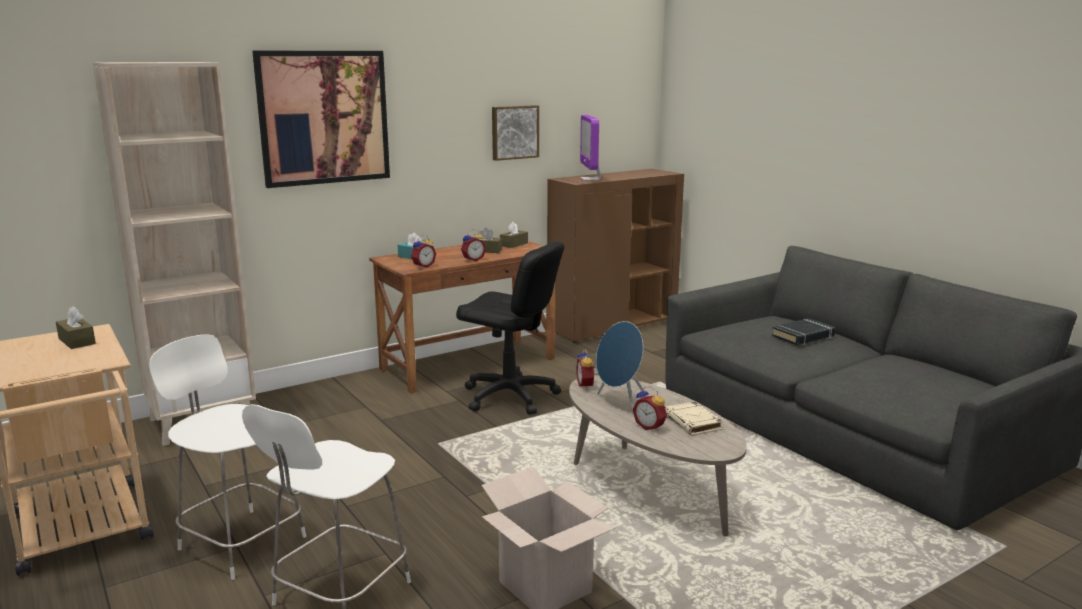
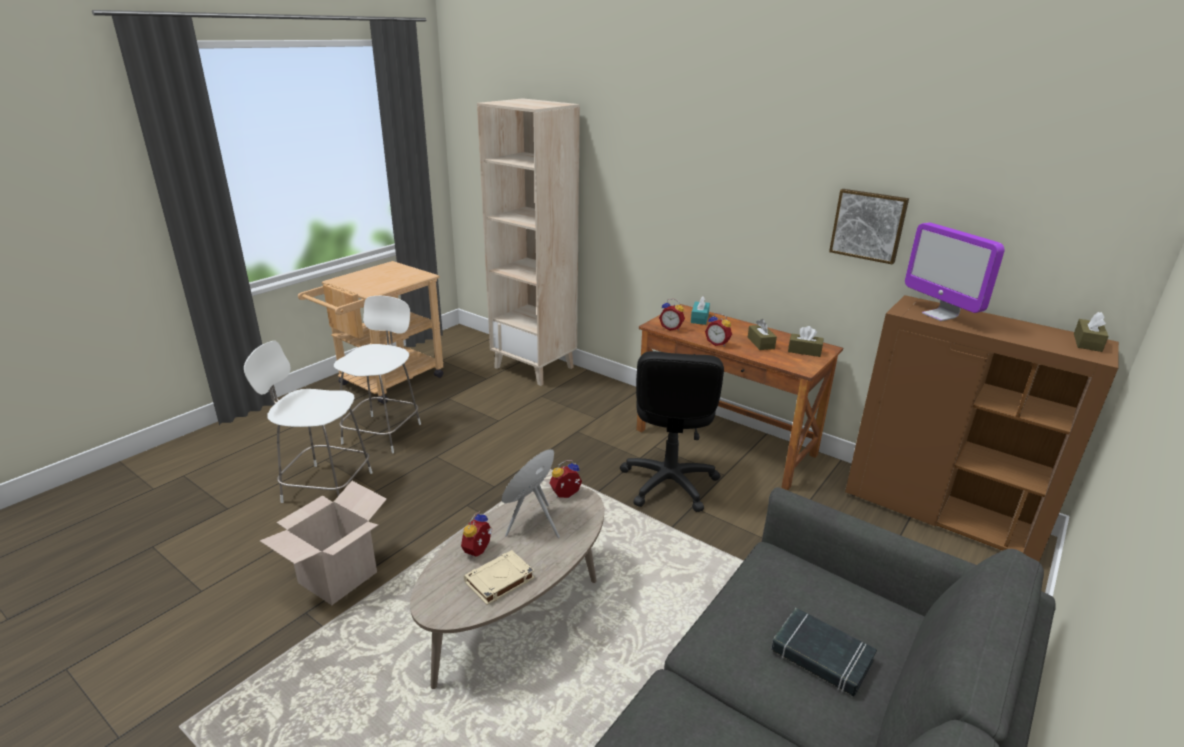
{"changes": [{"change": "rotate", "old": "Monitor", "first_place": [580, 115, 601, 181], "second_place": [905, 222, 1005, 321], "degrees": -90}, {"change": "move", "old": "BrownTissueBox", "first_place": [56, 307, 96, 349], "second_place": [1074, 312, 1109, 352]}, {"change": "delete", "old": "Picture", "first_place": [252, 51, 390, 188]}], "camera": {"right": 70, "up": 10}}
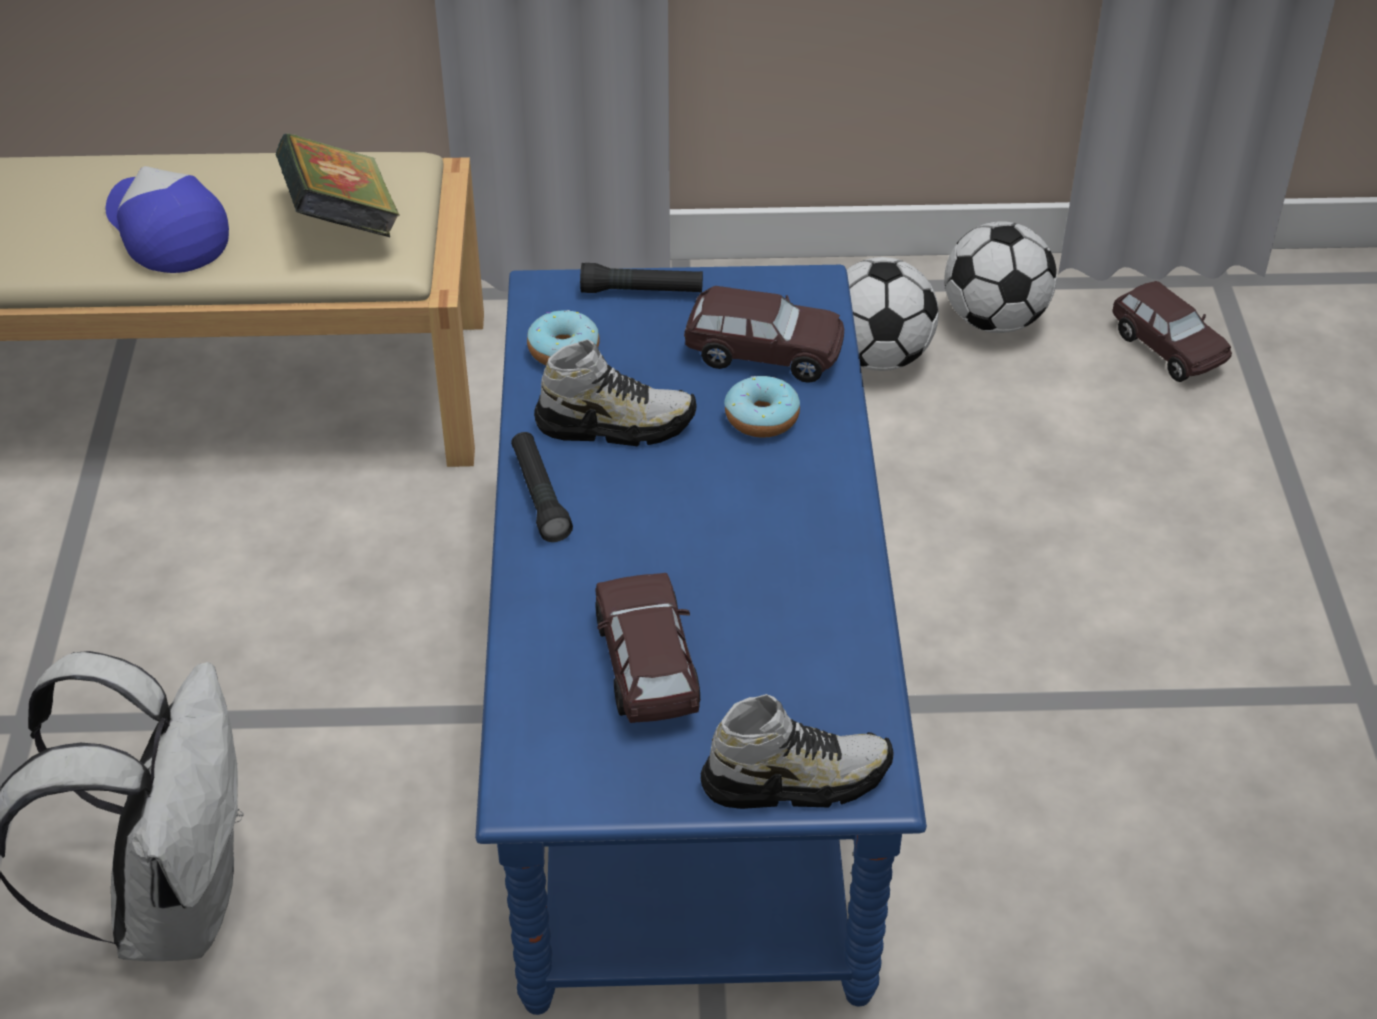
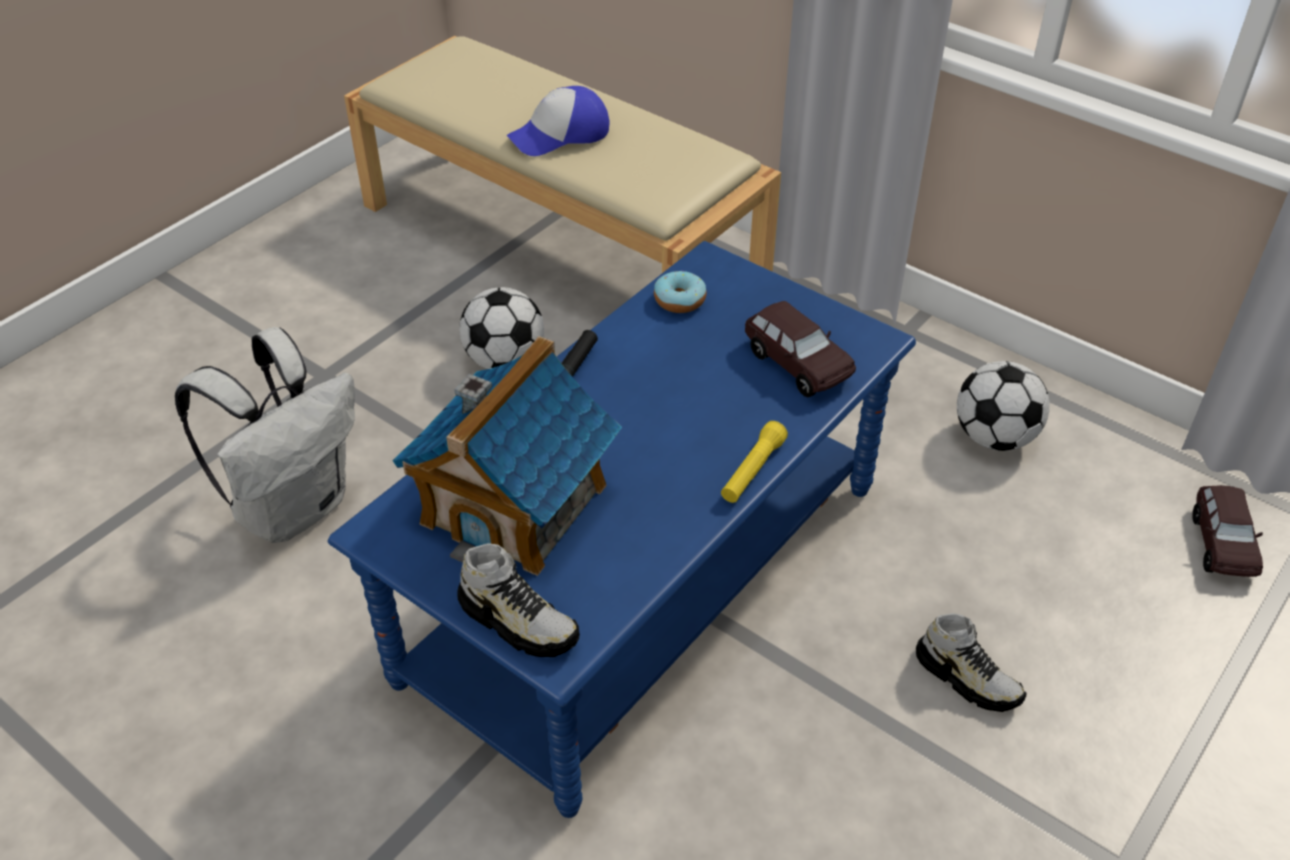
{"changes": [{"change": "replace", "old": "BrownToyCar", "new": "ToyHouse", "first_place": [595, 573, 700, 723], "second_place": [392, 336, 622, 576]}, {"change": "move", "old": "Football", "first_place": [945, 221, 1057, 333], "second_place": [459, 287, 544, 369]}, {"change": "rotate", "old": "Cap", "first_place": [106, 166, 229, 273], "second_place": [507, 86, 610, 156], "degrees": -120}, {"change": "insert", "new": "YellowFlashlight", "second_place": [721, 421, 788, 503]}, {"change": "move", "old": "Shoe", "first_place": [534, 339, 697, 446], "second_place": [916, 613, 1027, 712]}, {"change": "delete", "old": "Book", "first_place": [275, 133, 400, 237]}, {"change": "delete", "old": "BlackFlashlight", "first_place": [580, 263, 703, 293]}, {"change": "delete", "old": "Donut", "first_place": [724, 376, 800, 438]}], "camera": {"right": 40, "up": 0}}
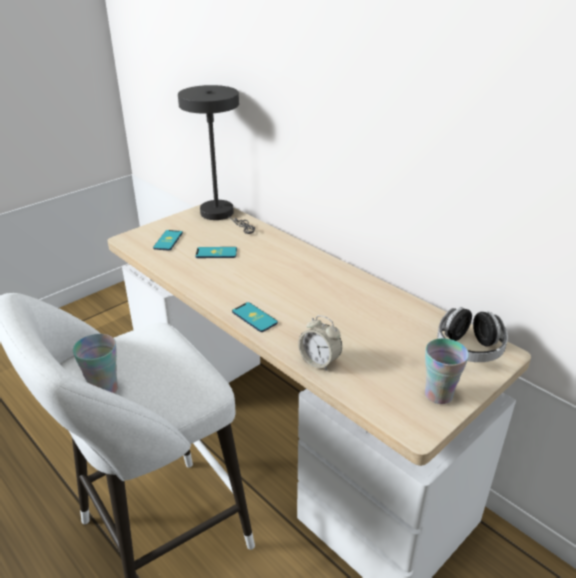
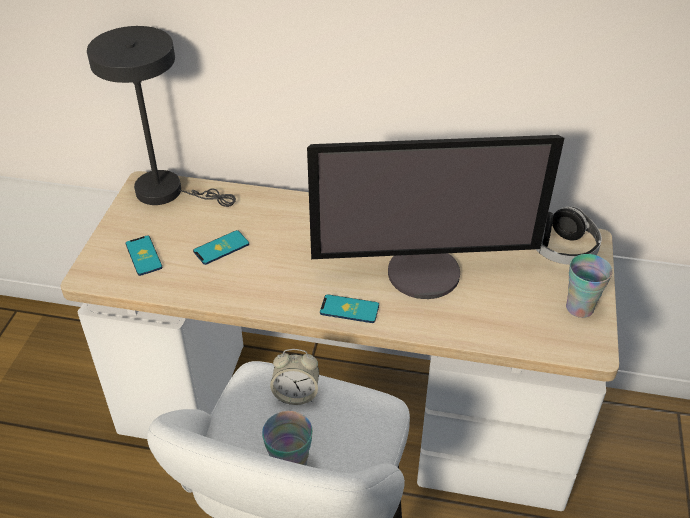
{"changes": [{"change": "move", "old": "AlarmClock", "first_place": [298, 315, 342, 371], "second_place": [270, 349, 319, 405]}, {"change": "insert", "new": "Monitor", "second_place": [307, 135, 564, 299]}], "camera": {"right": -35, "up": 10}}
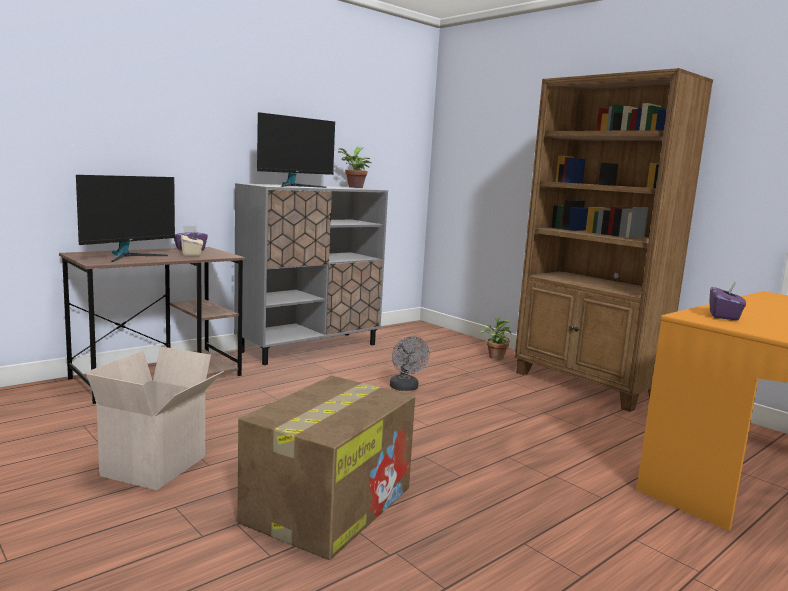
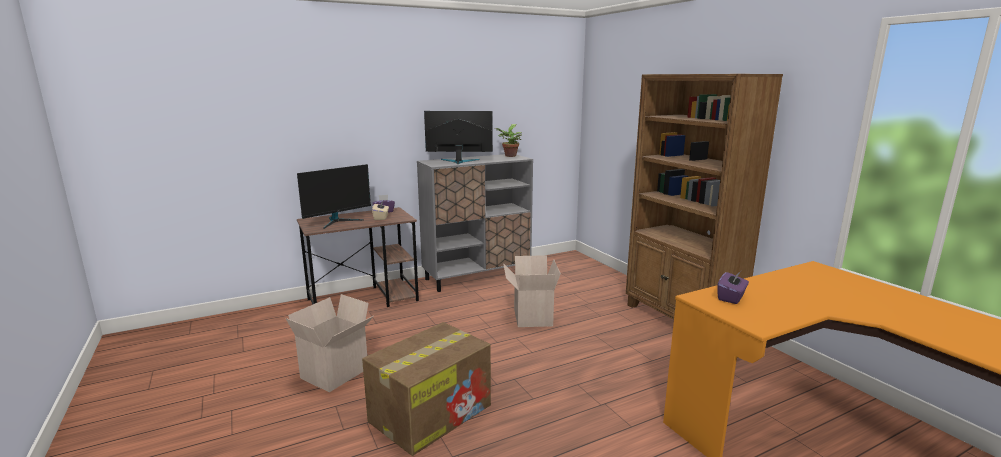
{"changes": [{"change": "rotate", "old": "Monitor", "first_place": [257, 112, 335, 188], "second_place": [424, 111, 493, 164], "degrees": -150}, {"change": "replace", "old": "GreyFan", "new": "CardboardBox", "first_place": [390, 336, 430, 391], "second_place": [503, 255, 561, 327]}, {"change": "delete", "old": "PottedPlant", "first_place": [480, 317, 511, 360]}], "camera": {"right": 15, "up": 5}}
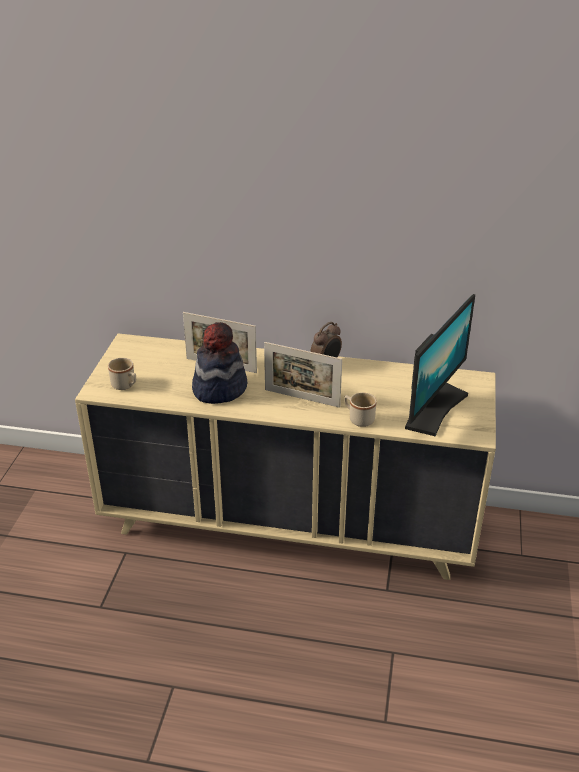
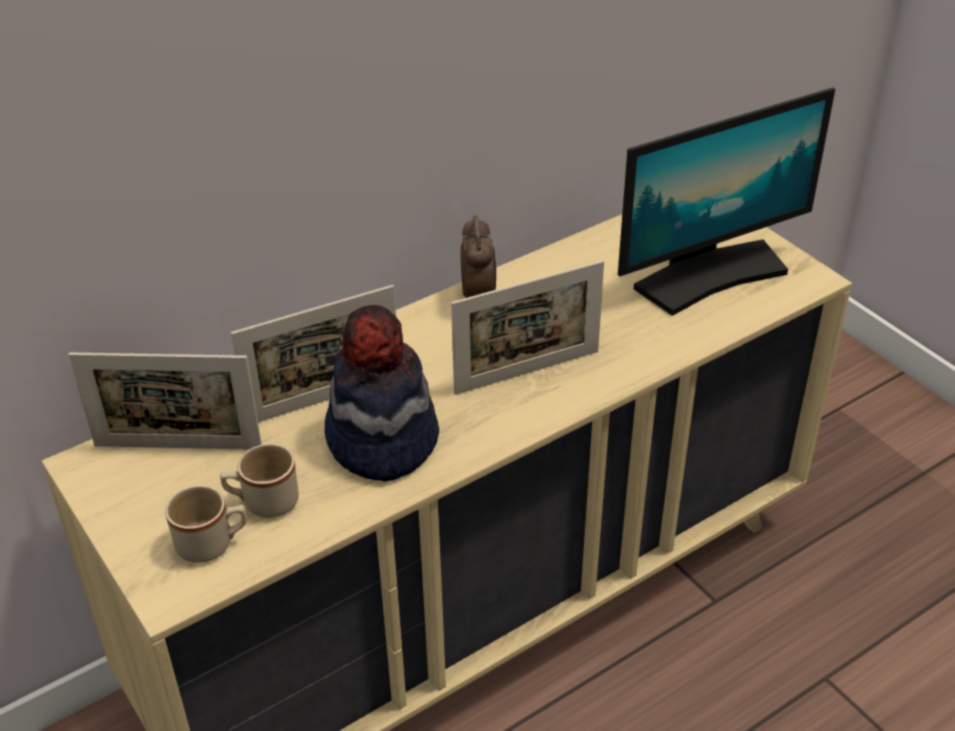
{"changes": [{"change": "insert", "new": "PictureFrame", "second_place": [68, 352, 262, 450]}, {"change": "move", "old": "BeigeMug", "first_place": [344, 392, 377, 427], "second_place": [220, 444, 299, 518]}, {"change": "rotate", "old": "Monitor", "first_place": [405, 294, 475, 436], "second_place": [618, 88, 835, 316], "degrees": 75}], "camera": {"right": -45, "up": 5}}
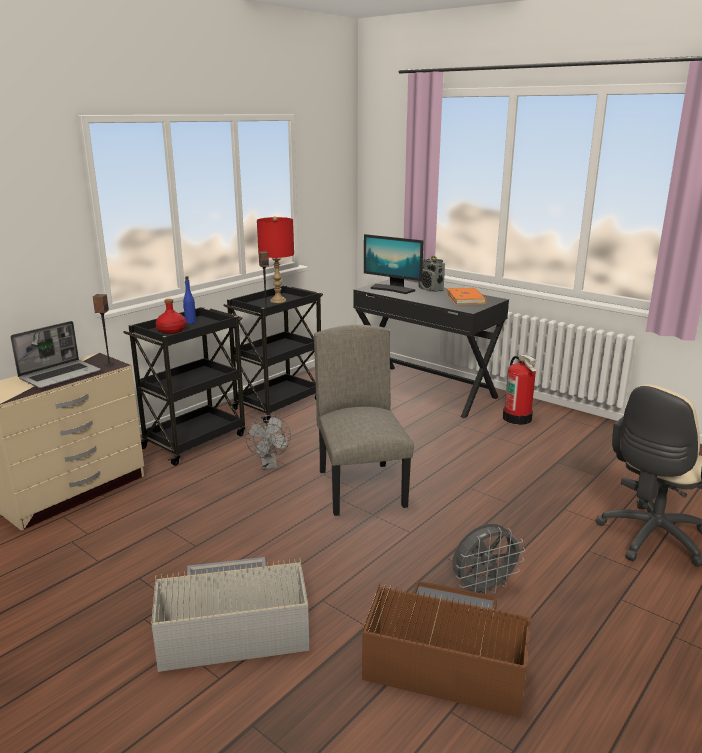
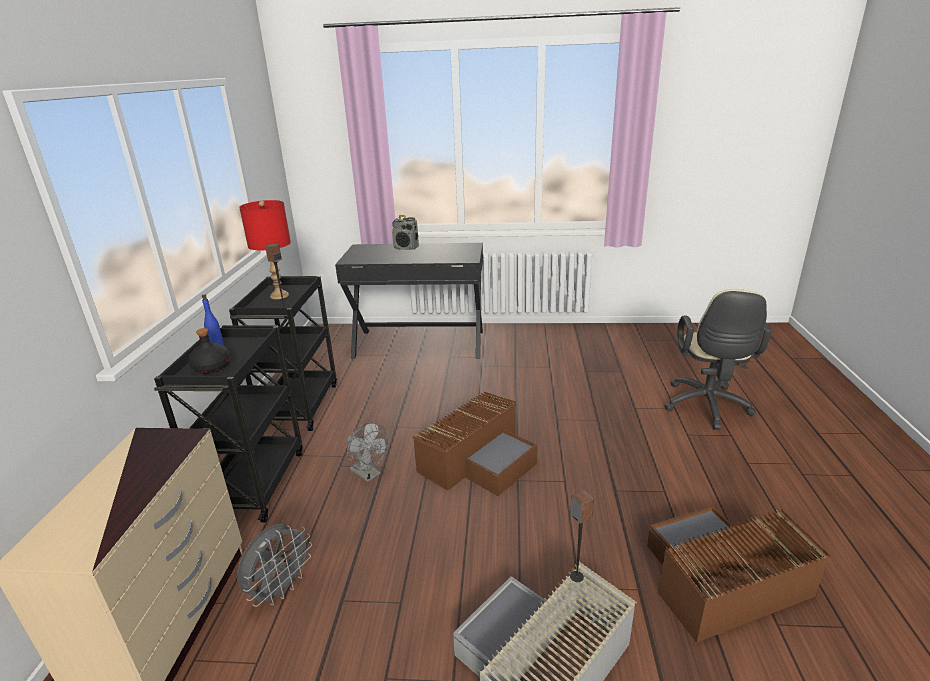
{"changes": [{"change": "recolor", "old": "RedBottle", "new": "BlackBottle", "first_place": [155, 299, 187, 334], "second_place": [188, 328, 231, 373]}, {"change": "move", "old": "GreyFan", "first_place": [453, 524, 525, 594], "second_place": [237, 523, 312, 607]}, {"change": "replace", "old": "BeigeChair", "new": "BrownStorageBox", "first_place": [314, 325, 414, 516], "second_place": [413, 391, 537, 496]}, {"change": "move", "old": "Speaker", "first_place": [93, 294, 114, 366], "second_place": [570, 490, 594, 582]}, {"change": "delete", "old": "Laptop", "first_place": [10, 321, 101, 388]}, {"change": "delete", "old": "Monitor", "first_place": [364, 234, 424, 294]}, {"change": "delete", "old": "OrangeBook", "first_place": [447, 288, 487, 305]}, {"change": "delete", "old": "FireExtinguisher", "first_place": [503, 355, 537, 425]}], "camera": {"right": -35, "up": 5}}
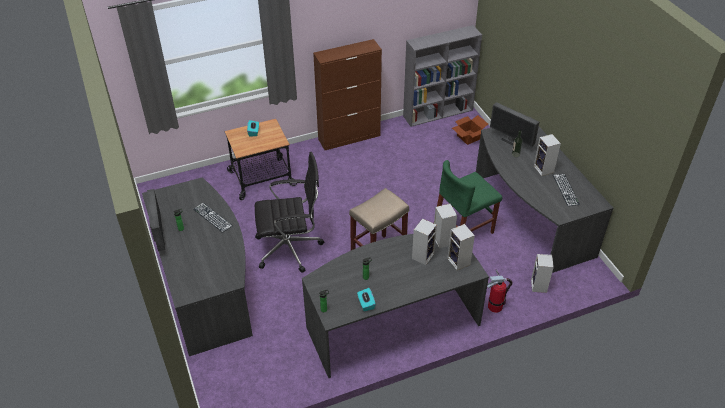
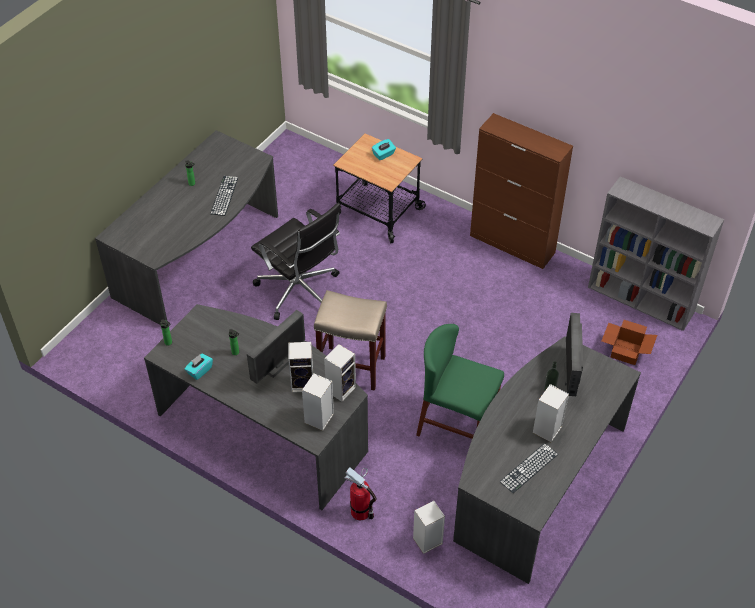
{"changes": [{"change": "move", "old": "Monitor", "first_place": [147, 189, 165, 251], "second_place": [247, 310, 305, 384]}], "camera": {"right": 55, "up": 5}}
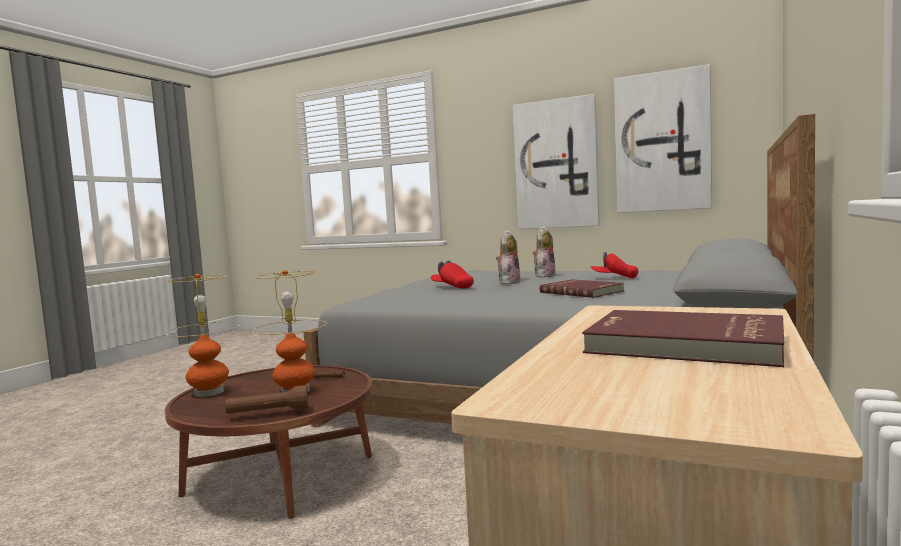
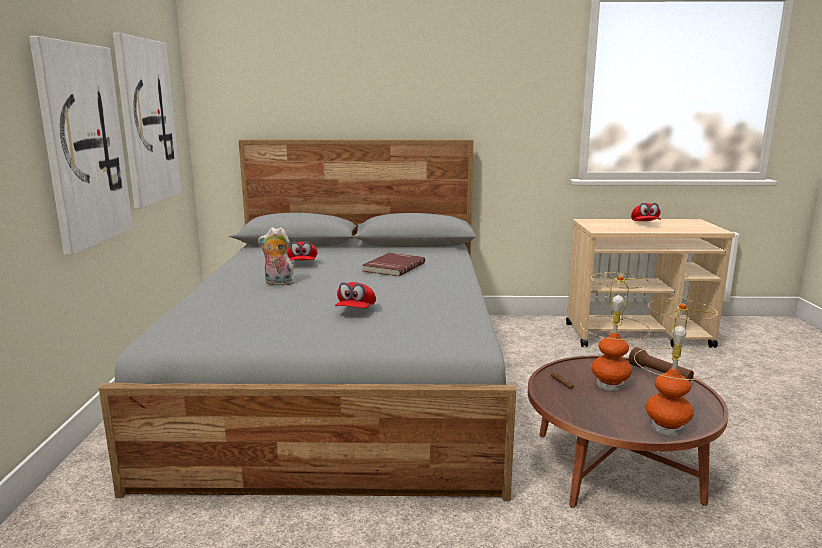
{"changes": [{"change": "replace", "old": "RedBook", "new": "RedCap", "first_place": [582, 310, 784, 367], "second_place": [631, 203, 661, 221]}, {"change": "delete", "old": "PlushToy", "first_place": [496, 230, 520, 284]}], "camera": {"right": -115, "up": 10}}
